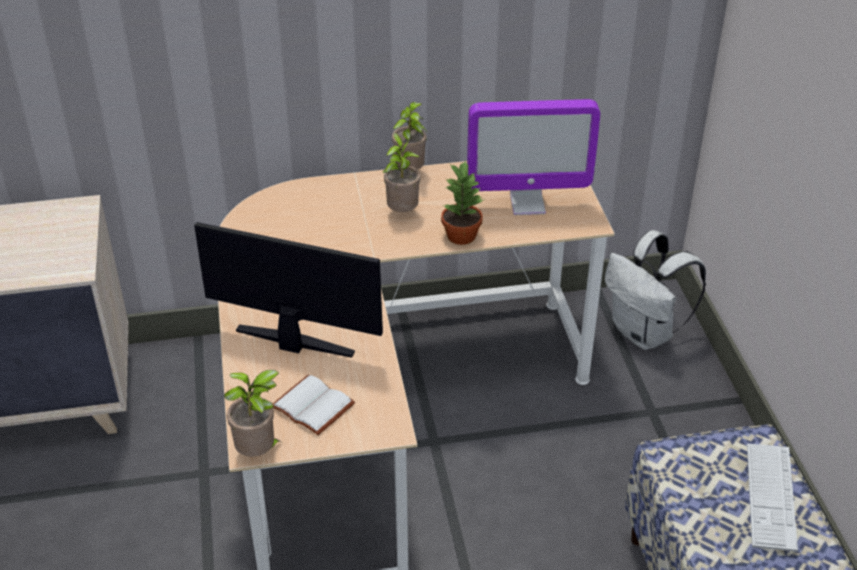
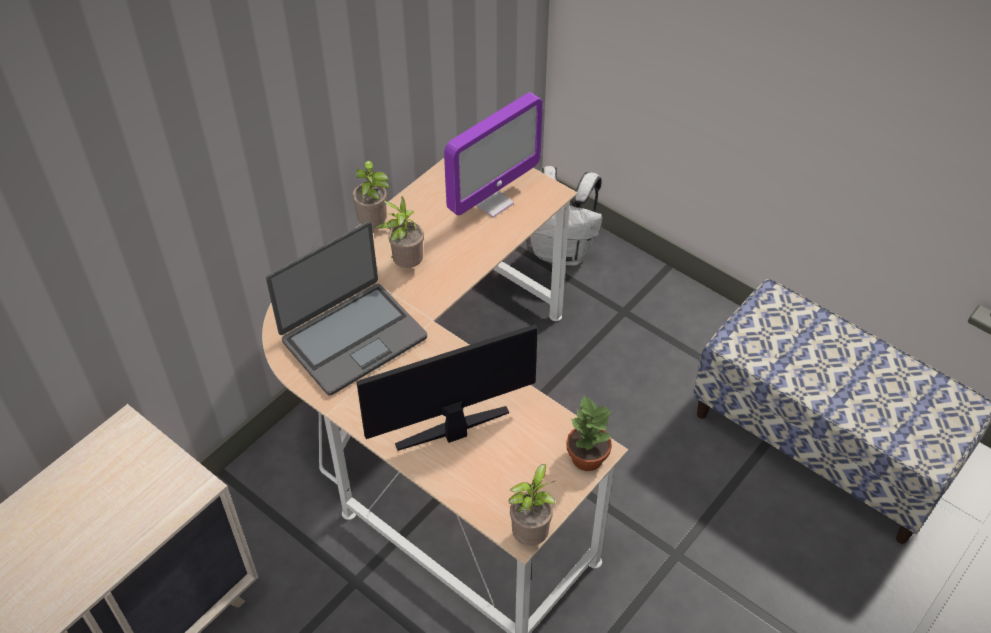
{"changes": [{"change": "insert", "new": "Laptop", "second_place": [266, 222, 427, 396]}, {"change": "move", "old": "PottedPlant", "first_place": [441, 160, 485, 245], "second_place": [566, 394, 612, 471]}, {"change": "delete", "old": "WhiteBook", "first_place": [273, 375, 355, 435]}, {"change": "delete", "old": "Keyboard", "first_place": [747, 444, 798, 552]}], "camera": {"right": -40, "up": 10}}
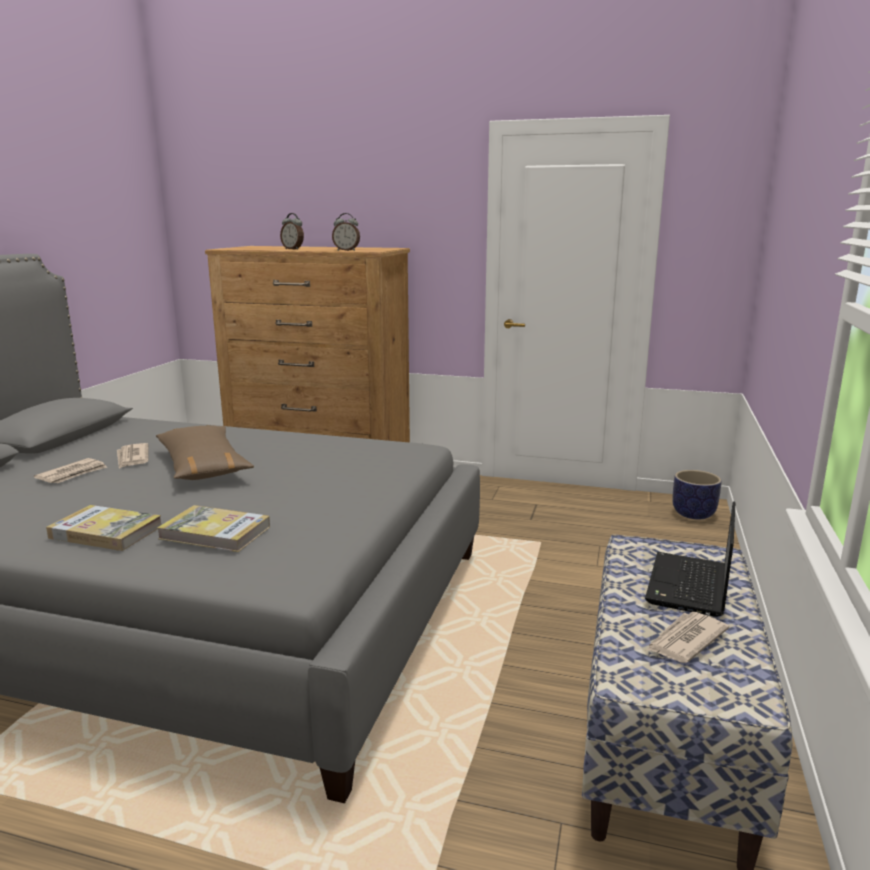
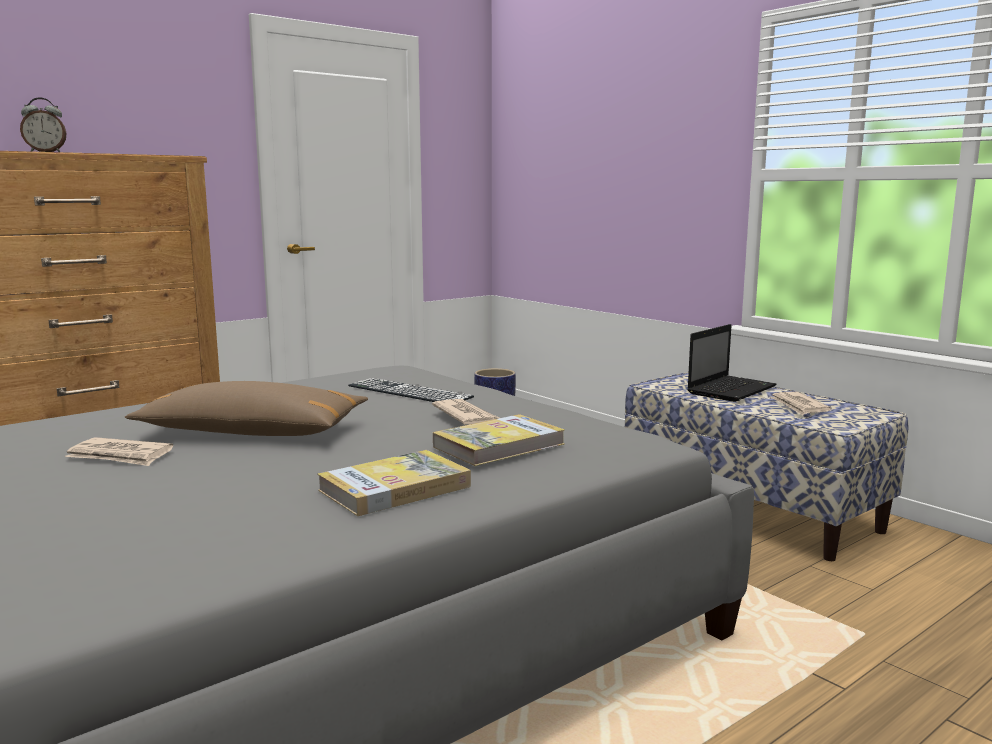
{"changes": [{"change": "insert", "new": "Keyboard", "second_place": [348, 378, 474, 402]}, {"change": "move", "old": "Newspaper", "first_place": [34, 458, 107, 483], "second_place": [432, 399, 499, 424]}, {"change": "rotate", "old": "Laptop", "first_place": [645, 501, 735, 617], "second_place": [687, 324, 776, 402], "degrees": -105}, {"change": "delete", "old": "AlarmClock", "first_place": [332, 213, 360, 251]}], "camera": {"right": -55, "up": -5}}
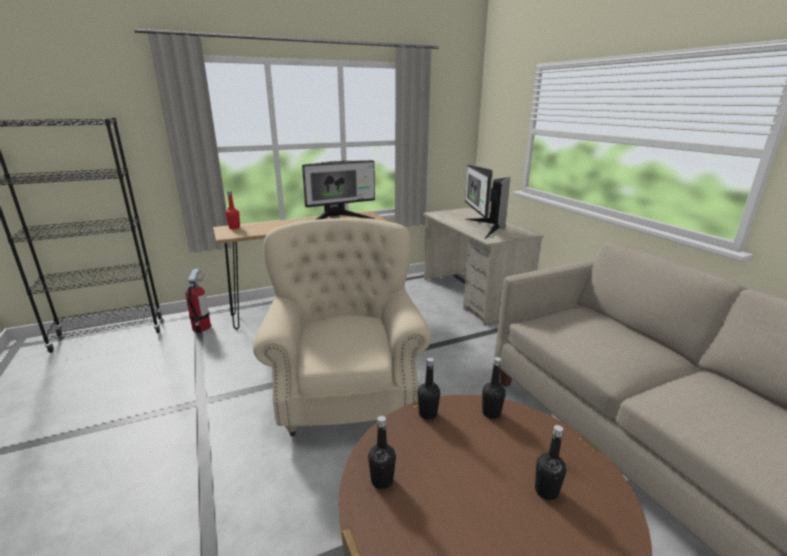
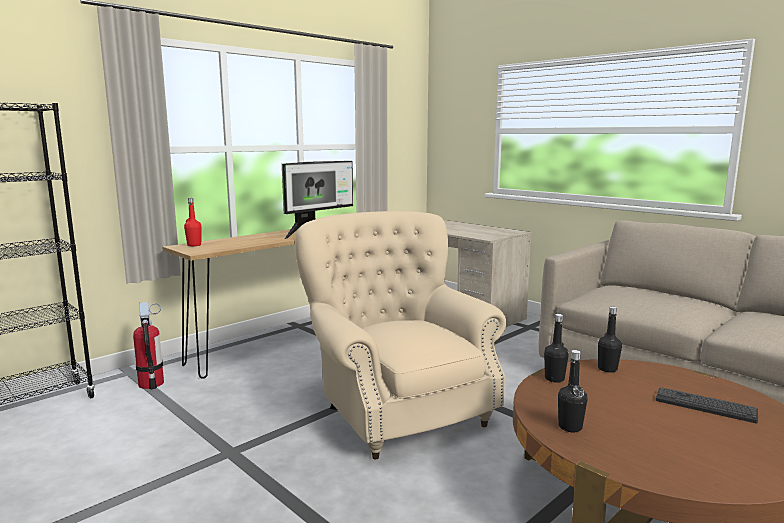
{"changes": [{"change": "replace", "old": "BlackBottle", "new": "Keyboard", "first_place": [535, 425, 566, 500], "second_place": [656, 387, 758, 423]}, {"change": "delete", "old": "Monitor", "first_place": [465, 165, 511, 239]}], "camera": {"right": -20, "up": -10}}
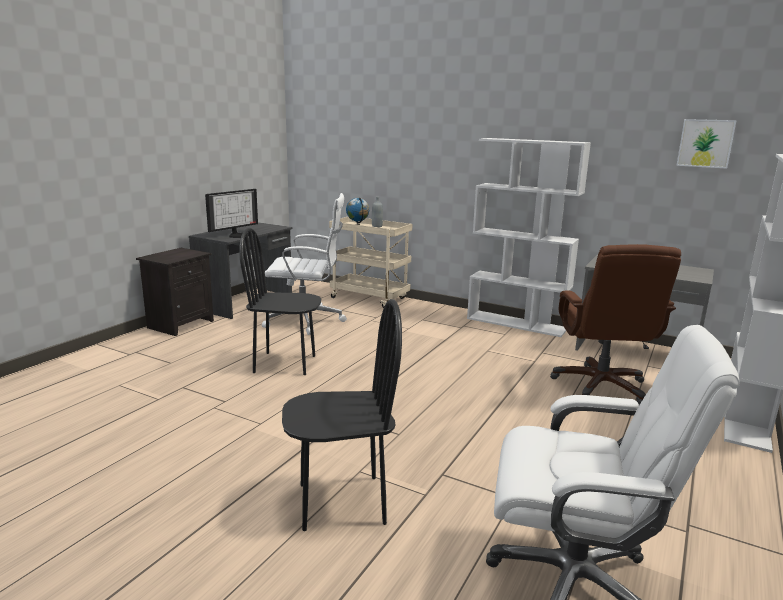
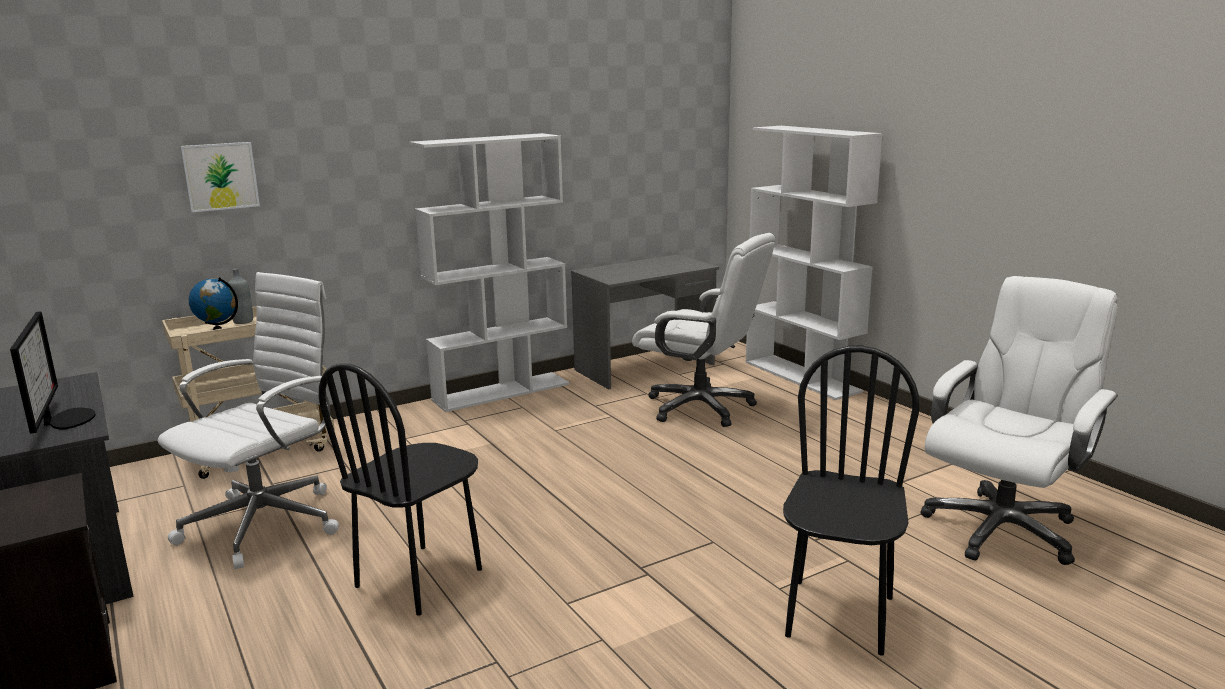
{"changes": [{"change": "move", "old": "Picture", "first_place": [676, 119, 737, 169], "second_place": [180, 142, 260, 212]}, {"change": "recolor", "old": "BrownOfficeChair", "new": "WhiteOfficeChair", "first_place": [550, 244, 681, 404], "second_place": [632, 233, 775, 427]}], "camera": {"right": -60, "up": 0}}
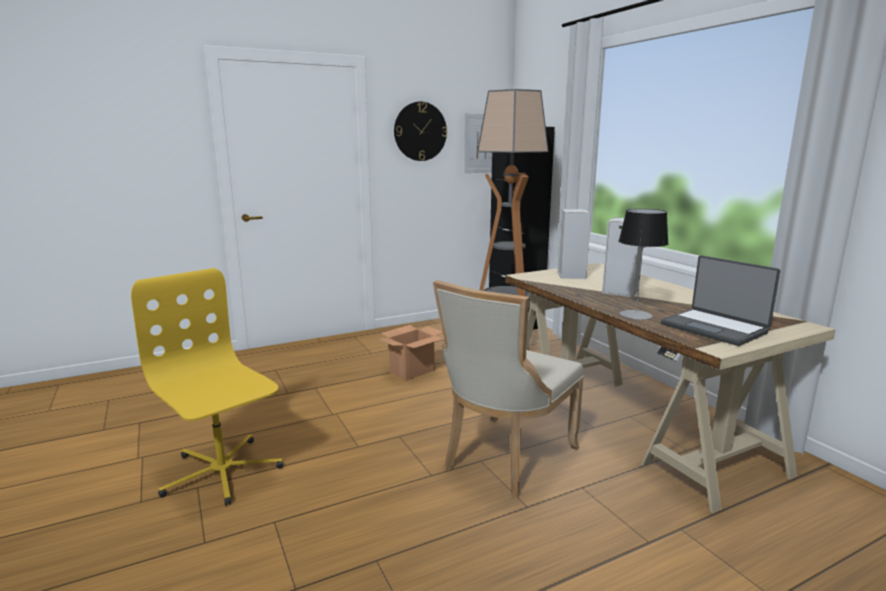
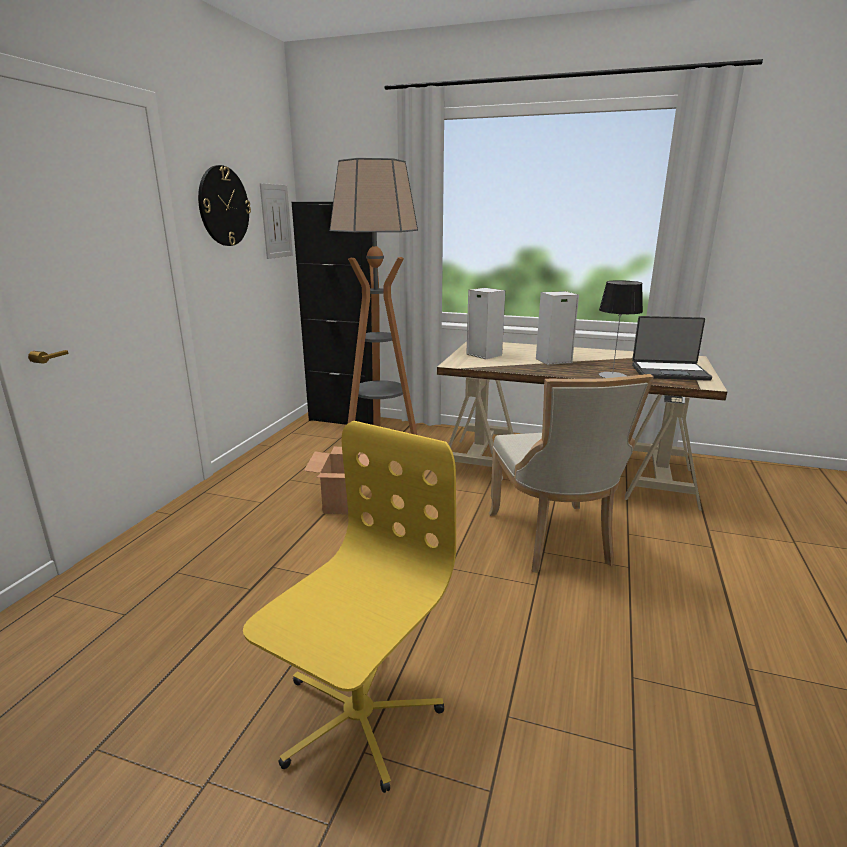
{"changes": [{"change": "rotate", "old": "YellowOfficeChair", "first_place": [131, 268, 283, 506], "second_place": [243, 421, 456, 793], "degrees": 120}], "camera": {"right": -45, "up": 5}}
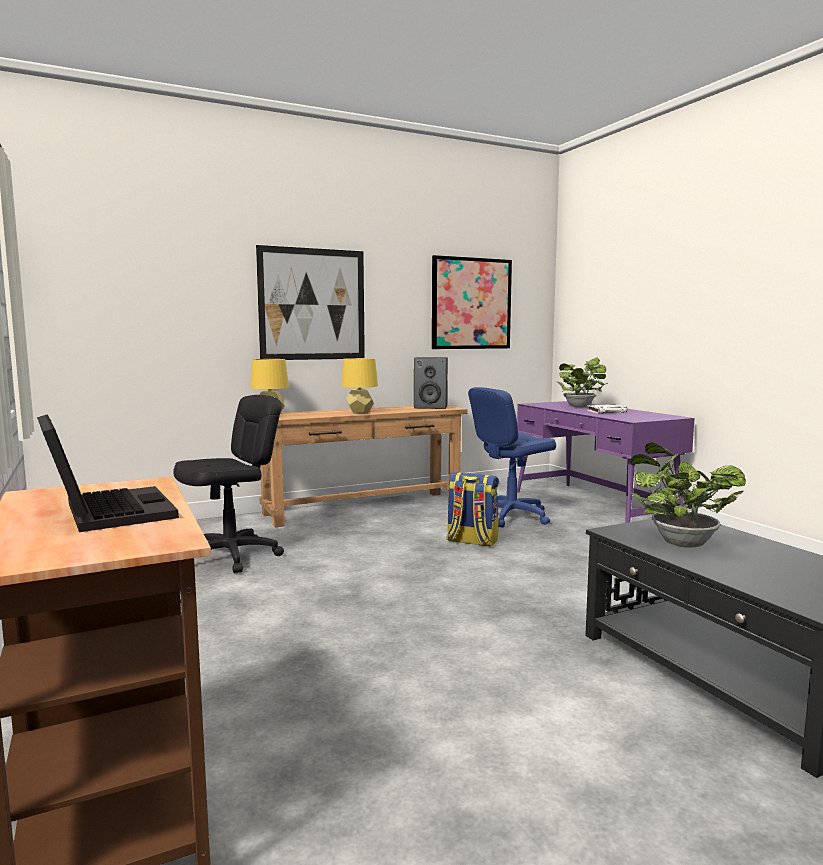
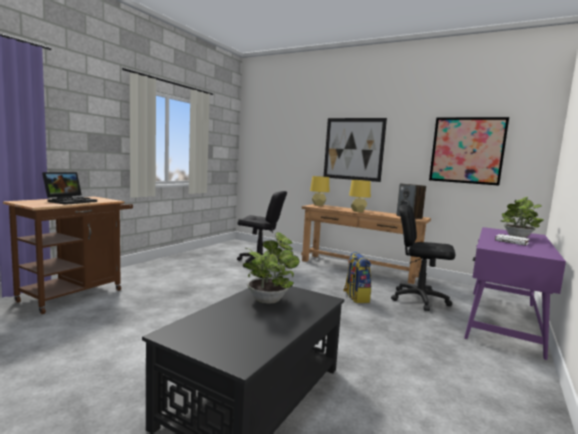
{"changes": [{"change": "recolor", "old": "BlueOfficeChair", "new": "BlackOfficeChair", "first_place": [468, 387, 556, 528], "second_place": [391, 205, 455, 311]}], "camera": {"right": 55, "up": 0}}
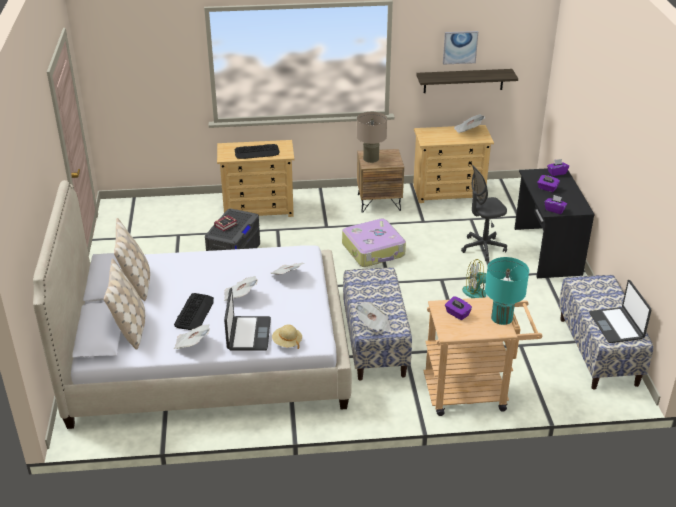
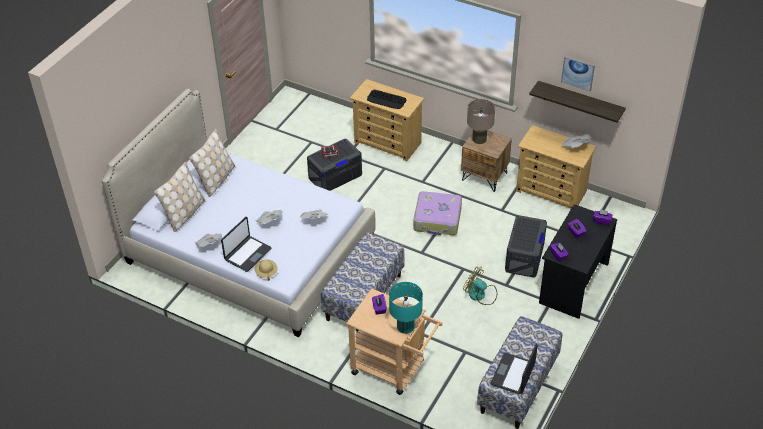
{"changes": [{"change": "replace", "old": "GreyOfficeChair", "new": "GreyStorageBox", "first_place": [461, 165, 507, 261], "second_place": [505, 215, 547, 278]}, {"change": "delete", "old": "Keyboard", "first_place": [174, 293, 214, 330]}, {"change": "delete", "old": "Newspaper", "first_place": [355, 302, 391, 332]}], "camera": {"right": 35, "up": 10}}
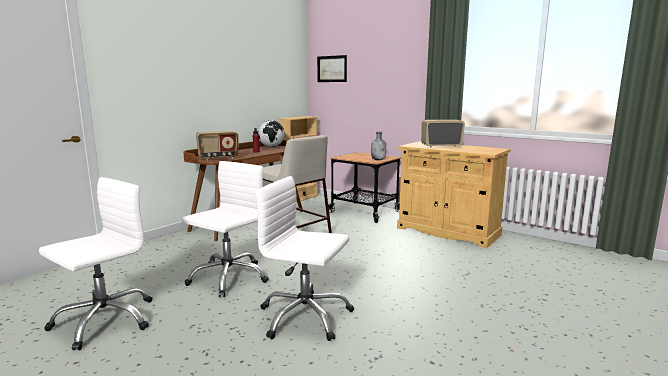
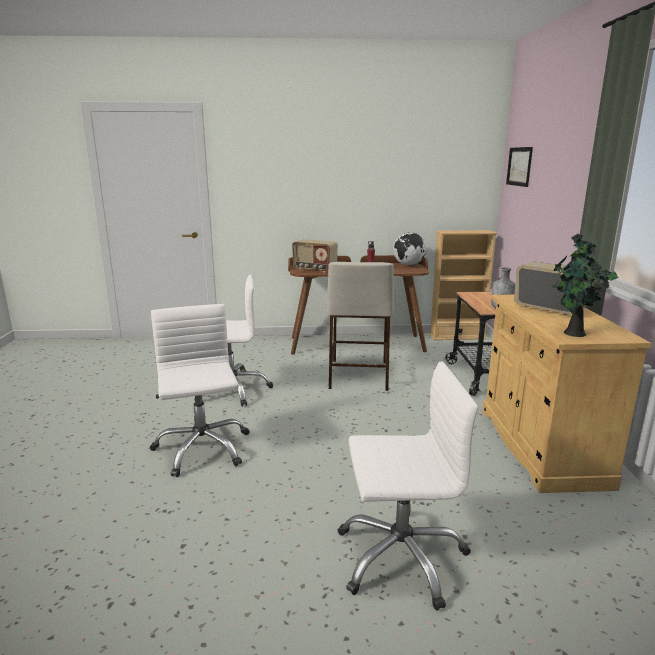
{"changes": [{"change": "move", "old": "WhiteOfficeChair", "first_place": [39, 177, 152, 350], "second_place": [338, 361, 478, 610]}, {"change": "insert", "new": "PottedPlant", "second_place": [550, 234, 618, 337]}], "camera": {"right": 50, "up": 5}}
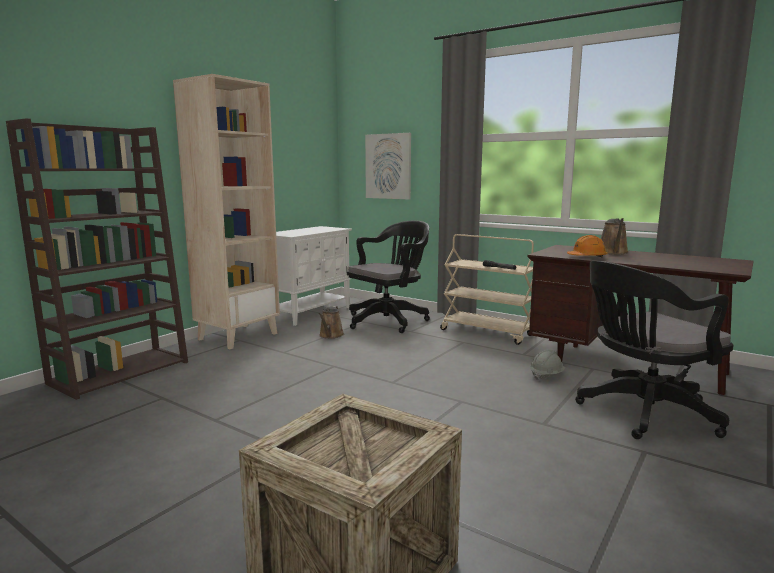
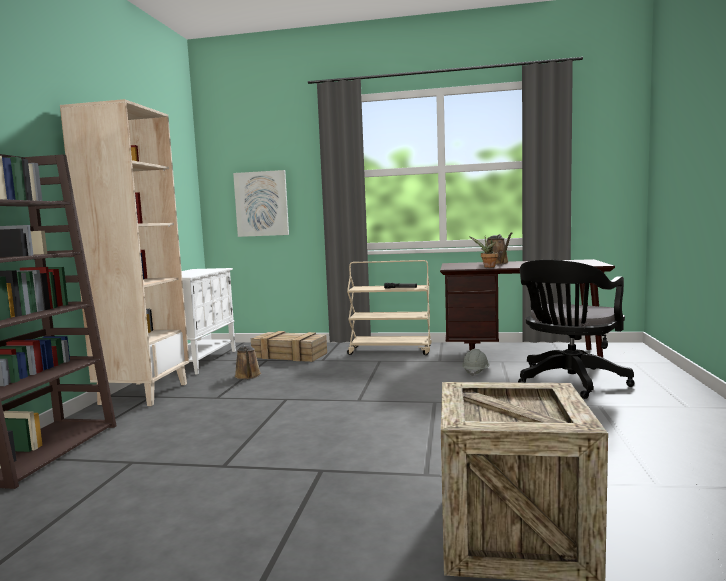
{"changes": [{"change": "replace", "old": "BlackOfficeChair", "new": "Crate", "first_place": [347, 220, 430, 333], "second_place": [251, 331, 327, 362]}, {"change": "replace", "old": "OrangeHardHat", "new": "PottedPlant", "first_place": [567, 235, 608, 258], "second_place": [469, 236, 498, 268]}], "camera": {"right": -25, "up": -5}}
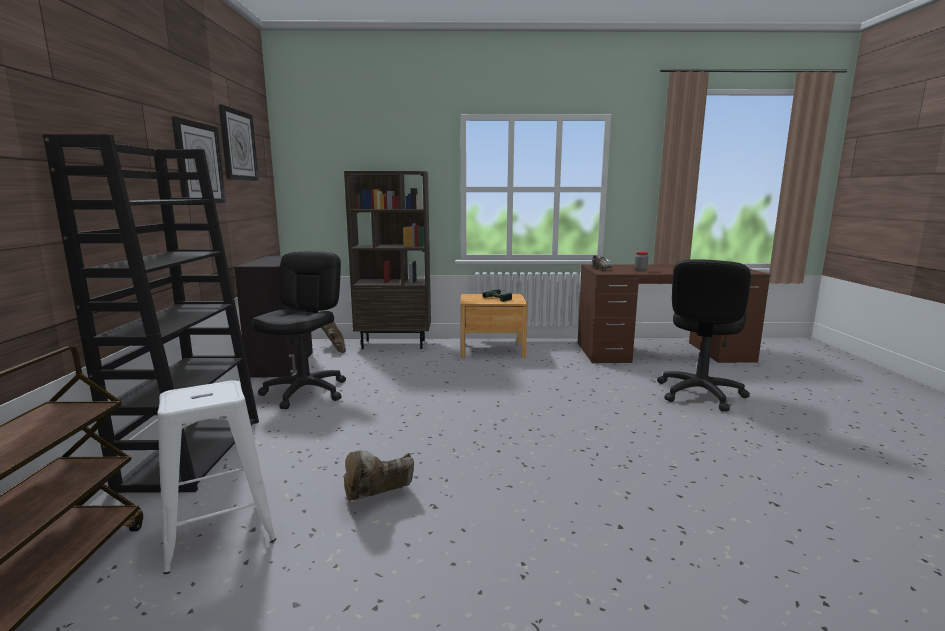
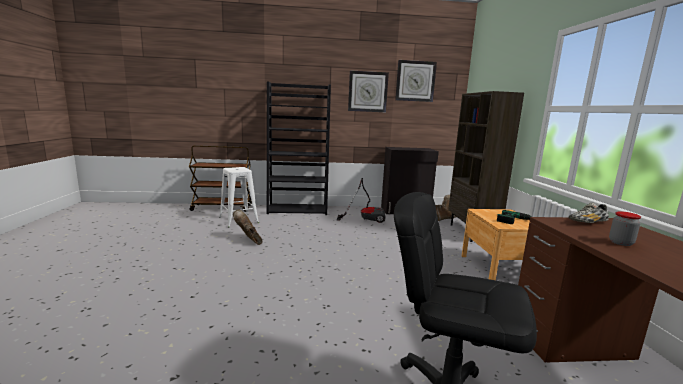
{"changes": [{"change": "replace", "old": "BlackOfficeChair", "new": "VacuumCleaner", "first_place": [252, 250, 346, 409], "second_place": [337, 178, 385, 223]}], "camera": {"right": 85, "up": 0}}
